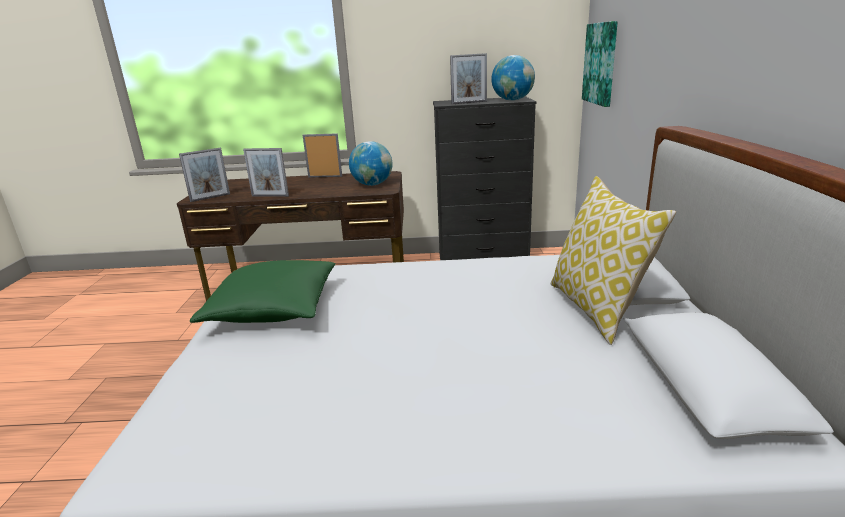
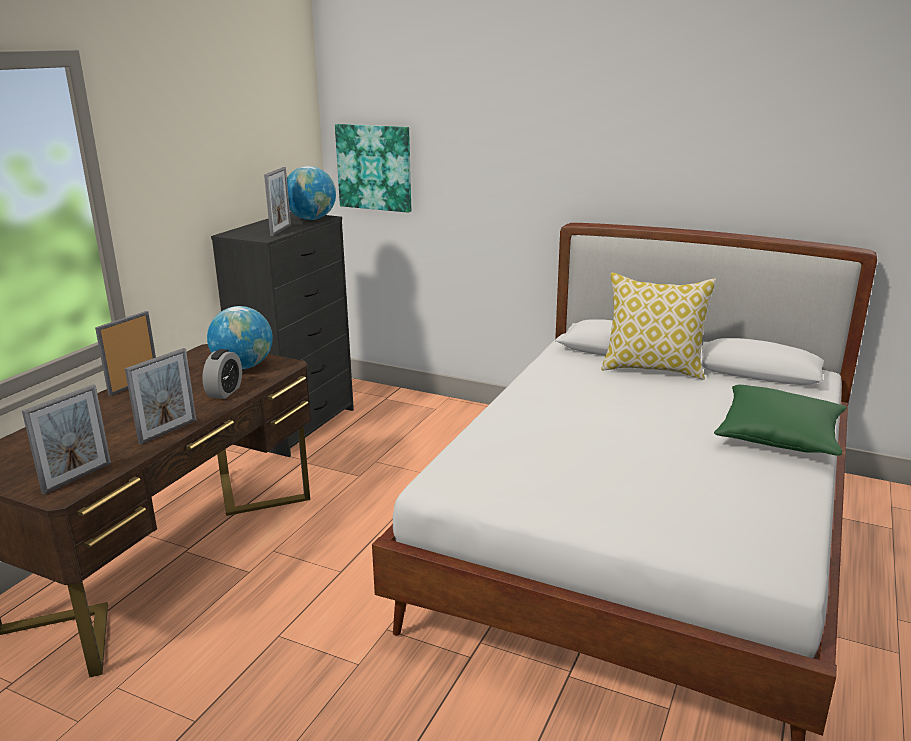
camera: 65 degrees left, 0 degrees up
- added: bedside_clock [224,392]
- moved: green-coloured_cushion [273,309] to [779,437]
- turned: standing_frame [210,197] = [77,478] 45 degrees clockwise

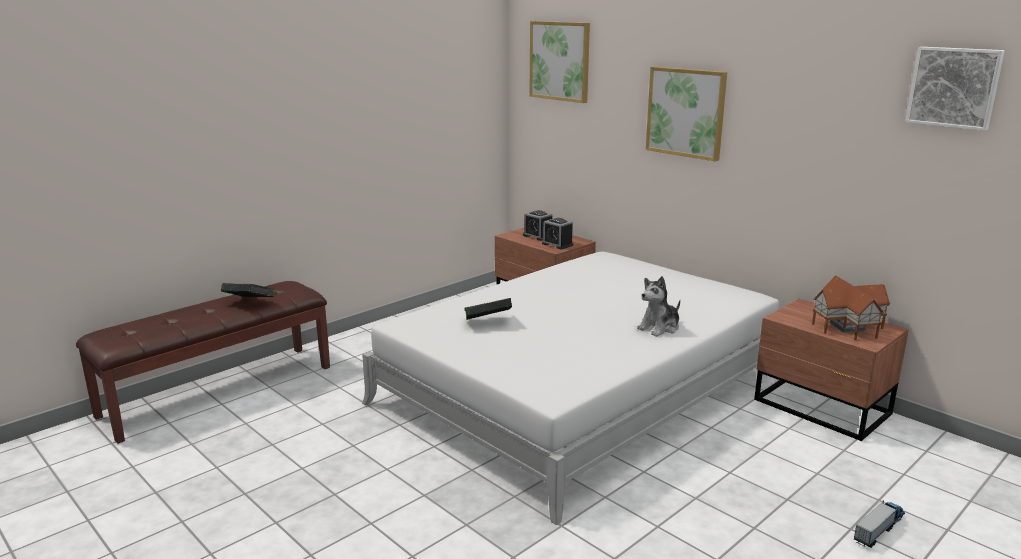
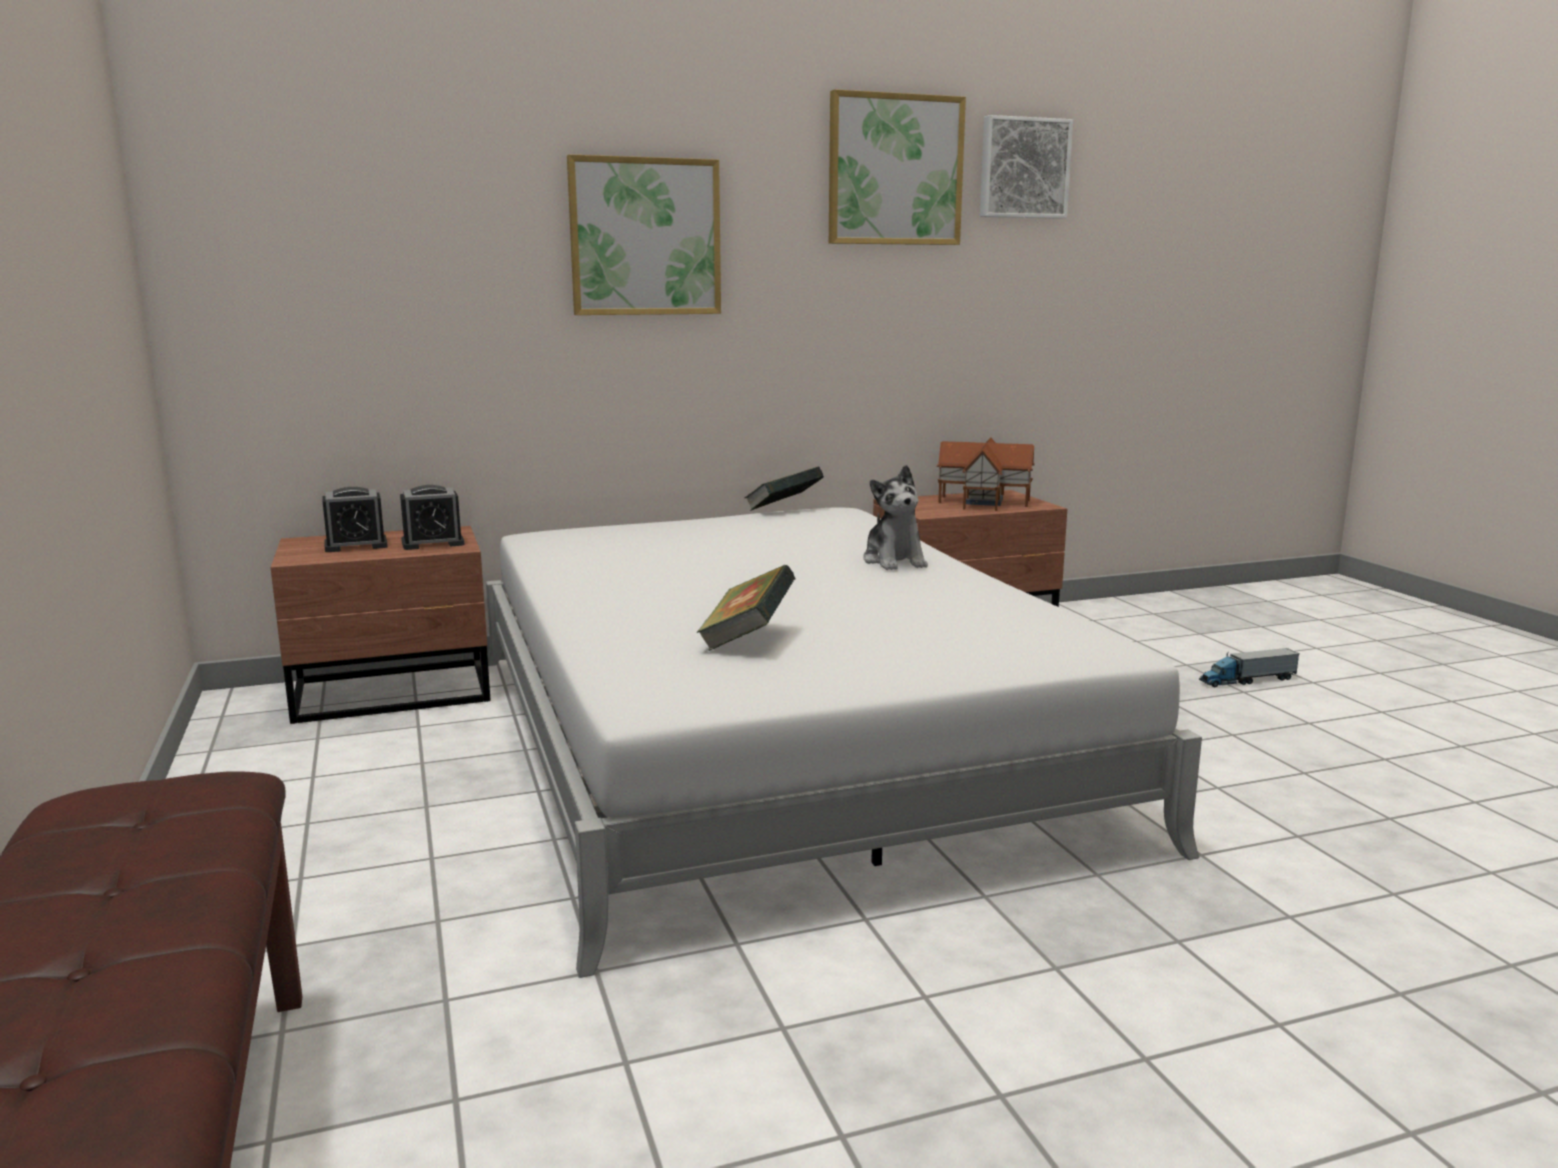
camera: 65 degrees left, 5 degrees down
- moved: bound_book [249,303] to [783,510]
- moved: wall_art [560,61] to [894,170]
- turned: model_truck [879,529] = [1247,680] 90 degrees counterclockwise

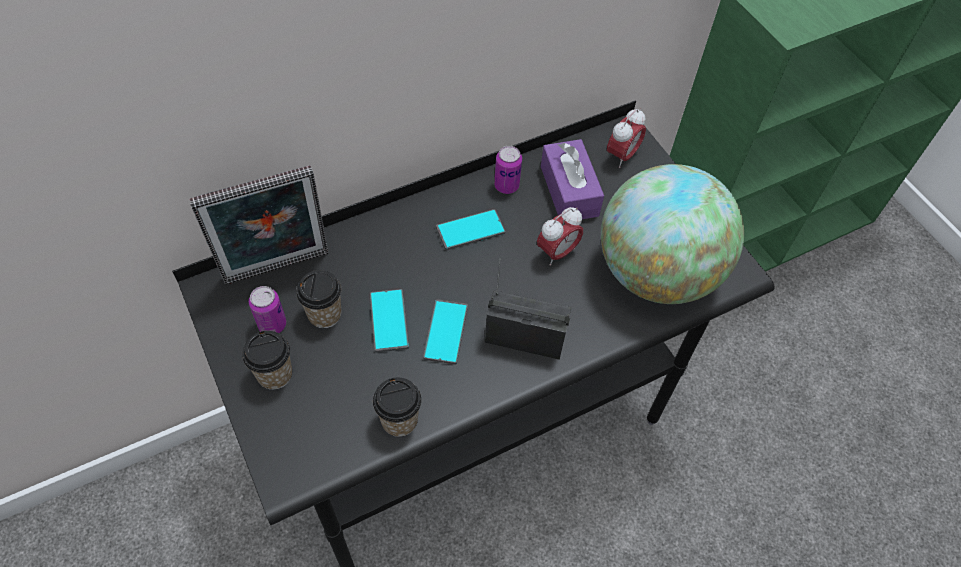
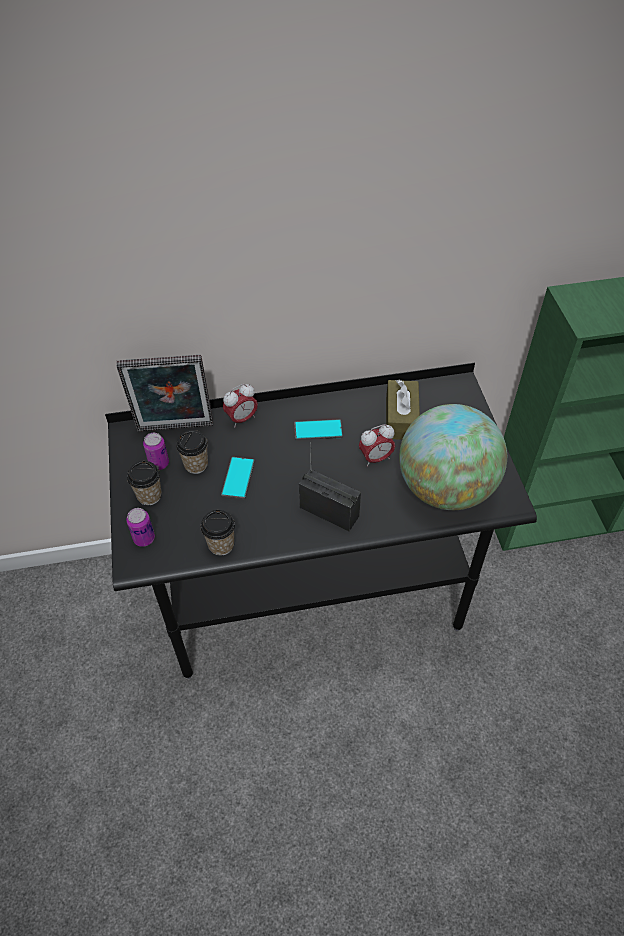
camera: 20 degrees right, 5 degrees down
- removed: telephone [445,332]
- moved: sealed_can [506,186] to [144,538]
- moved: bedside_clock [622,156] to [242,419]
- recoloured: purplish_tissue_holder [569,191] to brownish_tissue_holder [401,418]

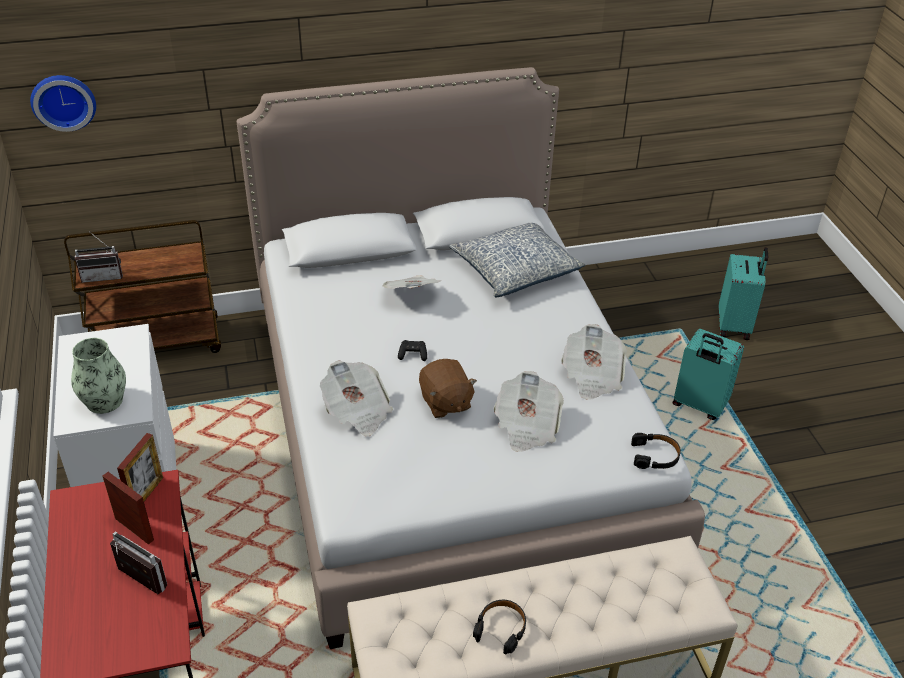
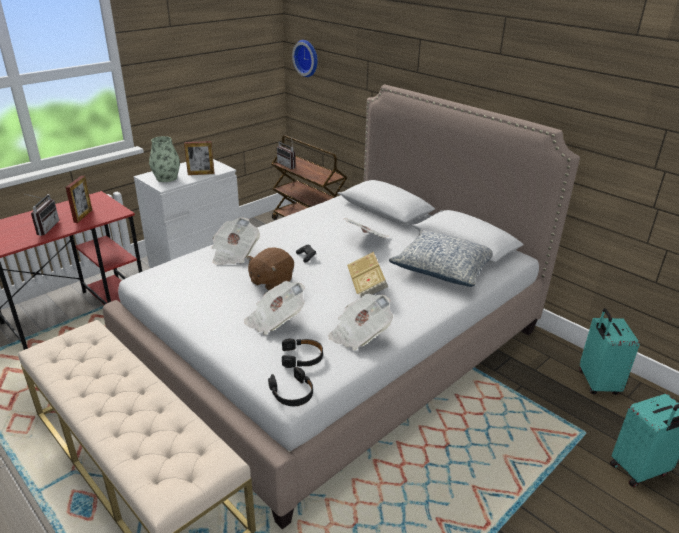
camera: 60 degrees right, 10 degrees down
- added: bound_book [366,286]
- moved: standing_frame [146,494] to [201,174]
- moved: blackish_headset [501,629] to [302,357]
- moved: turquoise-coloured_suitcase [699,405] to [596,383]

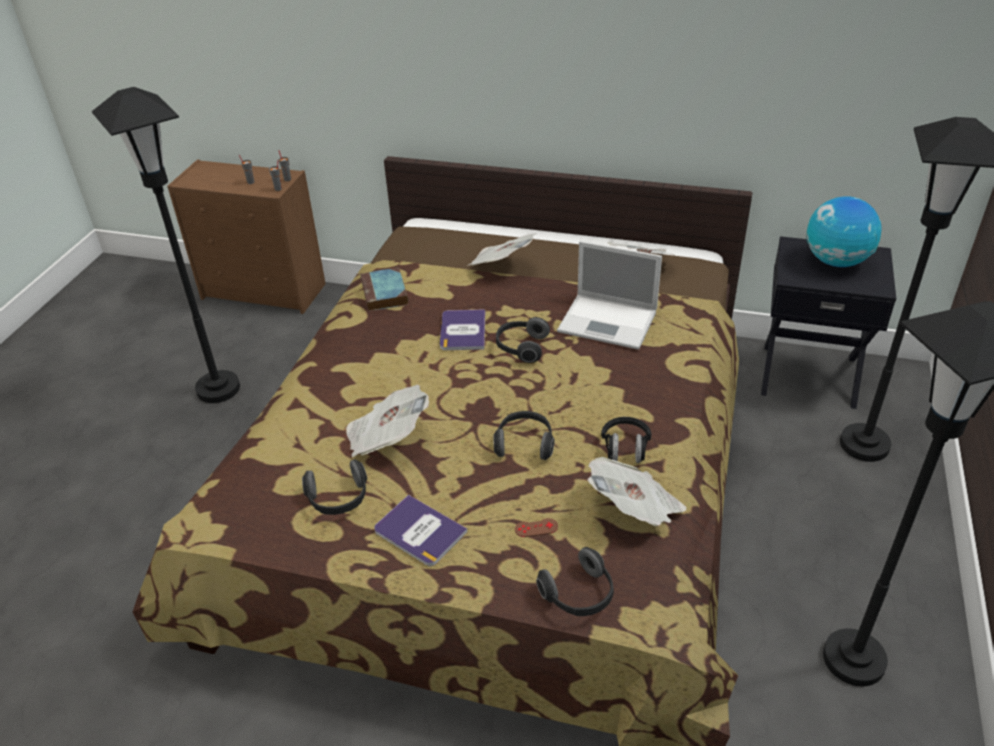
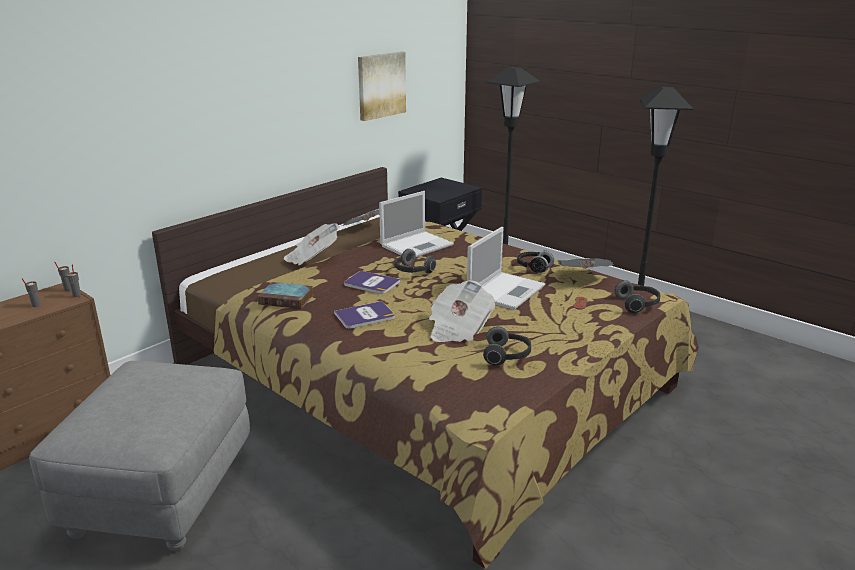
camera: 65 degrees left, 15 degrees down
- removed: world_globe [836,261]
- added: wall_art [381,85]
- moved: bound_book [419,531] to [365,316]
- replaced: blackish_floor_lamp [218,389] to grey_ottoman [161,492]
- replaced: headset [524,444] to notebook_computer [506,290]

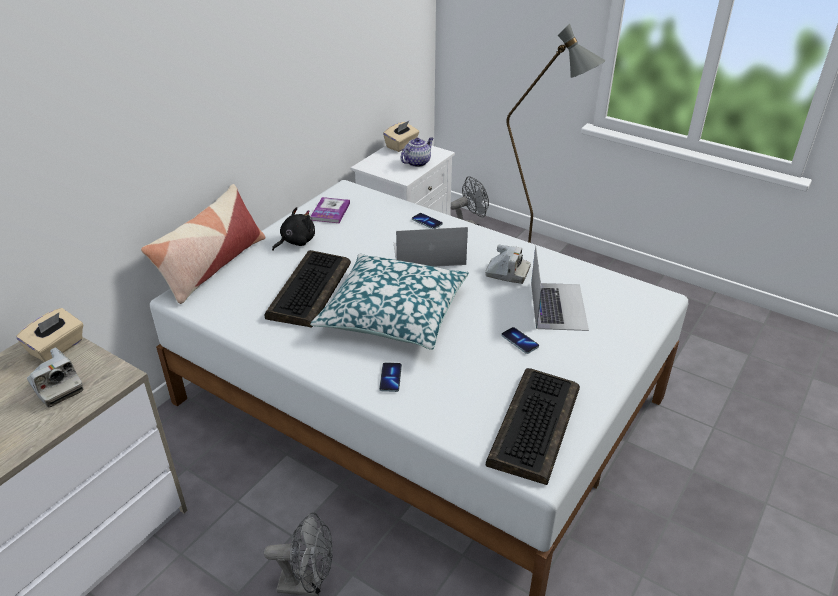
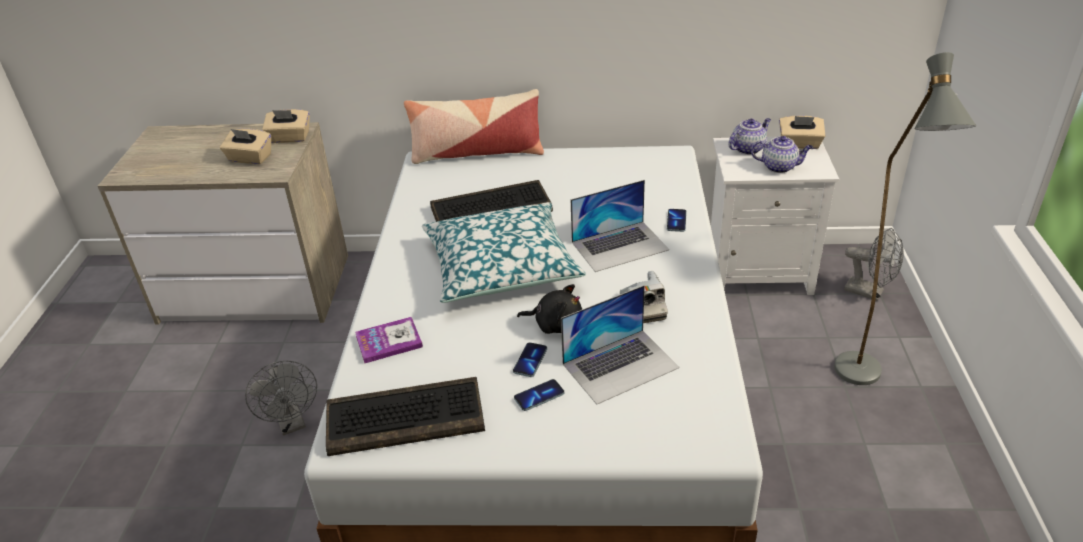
camera: 60 degrees right, 0 degrees up
- added: tea_pot [748,148]
- moved: blackish_soft_toy [296,242] to [555,324]
- moved: bound_book [330,211] to [389,341]
- moved: telephone [390,378] to [539,396]
- replaced: still_camera [56,387] to sand-coloured_tissue_holder [250,158]
- turned: notebook_computer [428,254] = [620,246] 105 degrees clockwise

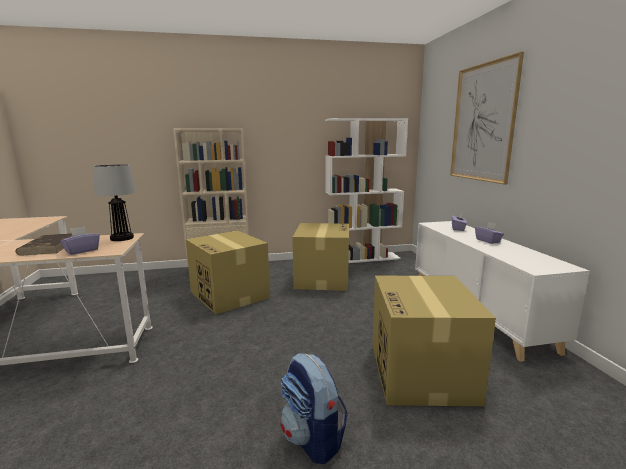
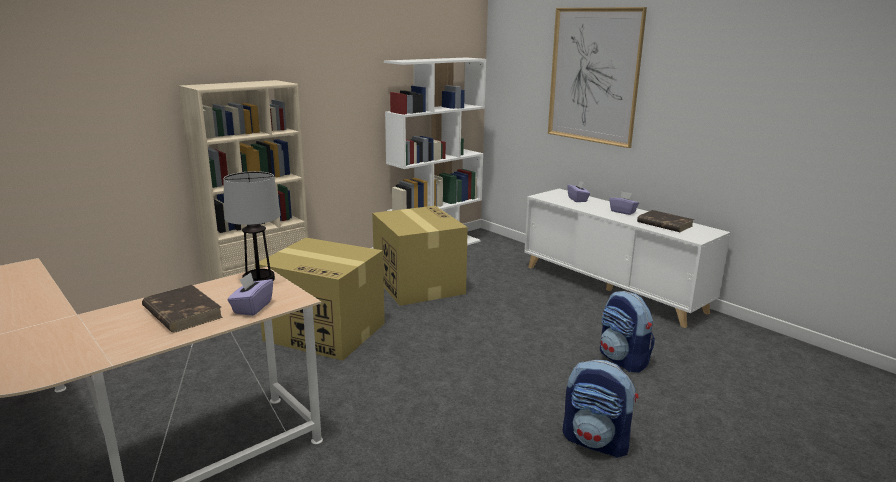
camera: 30 degrees left, 5 degrees up
- added: brownish_bound_book [664,224]
- replaced: carton [422,373] to rucksack [623,360]

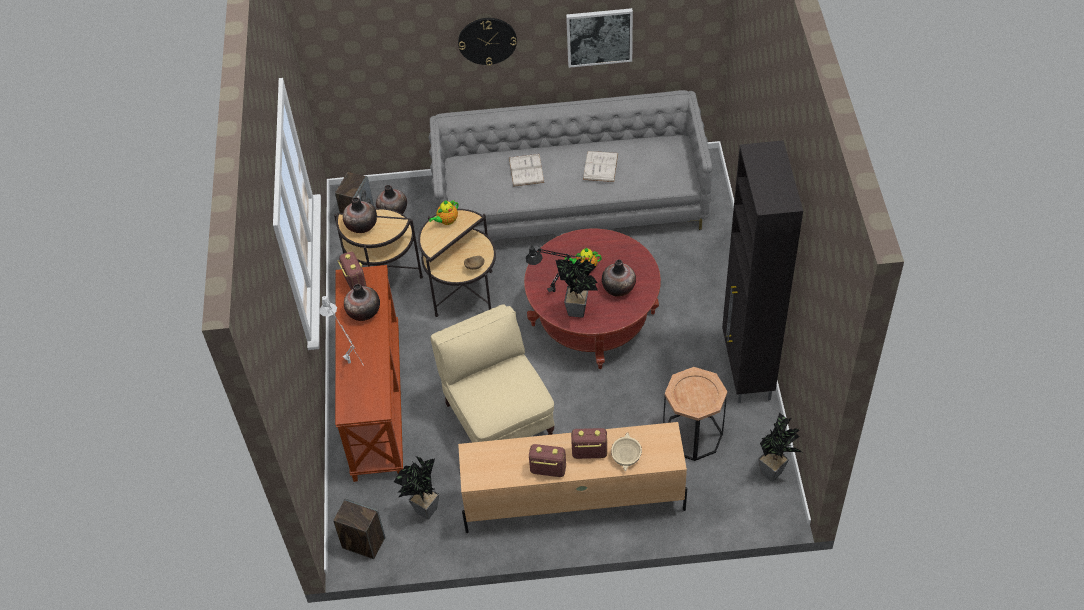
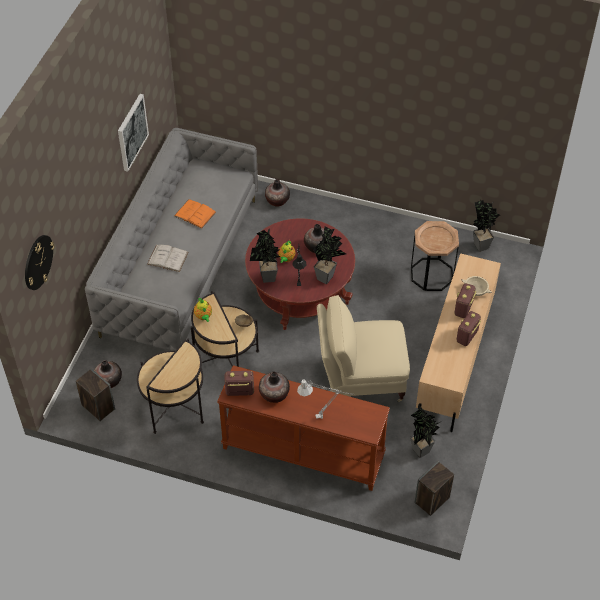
camera: 70 degrees left, 0 degrees up
- removed: blackish_cupboard [746,370]
- added: plant_in_a_pot [267,279]
- moved: vase [361,225] to [277,200]
- moved: hanging_clock [487,40] to [38,262]
- recoloured: whitish_bound_book [600,166] to orange_bound_book [195,214]

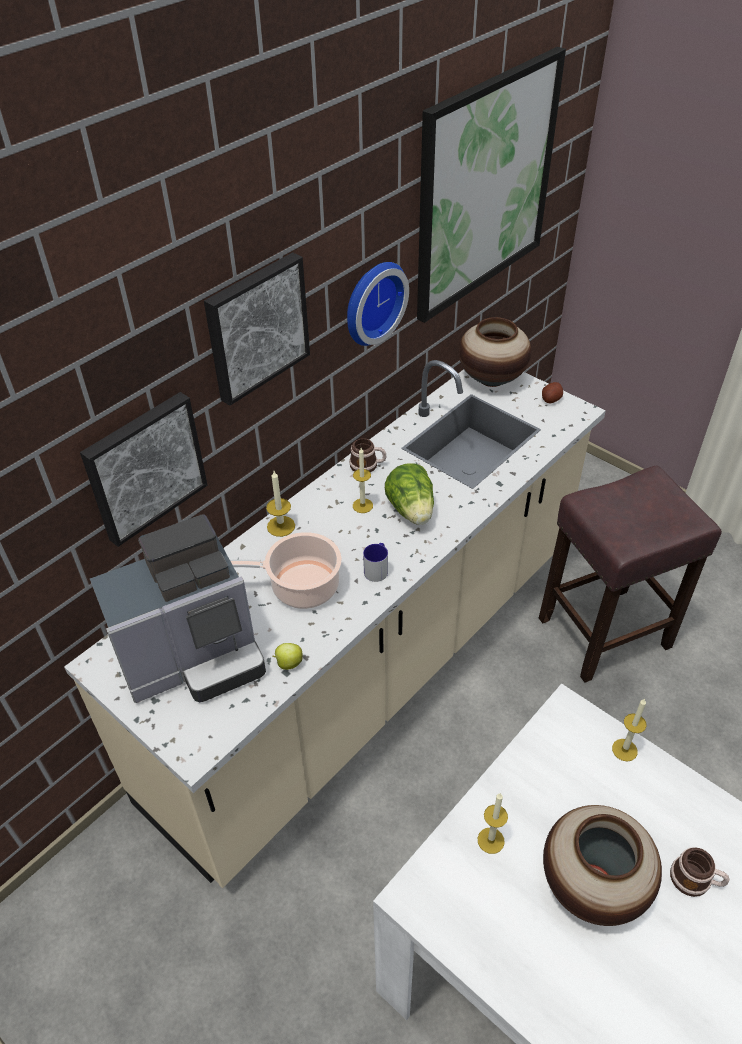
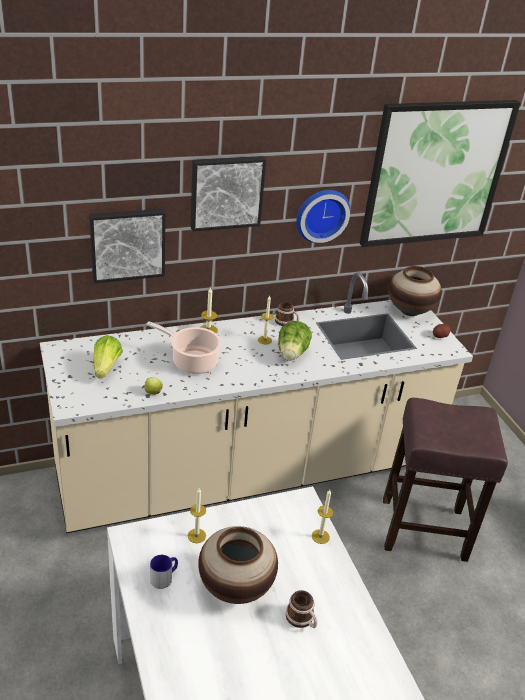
camera: 25 degrees right, 10 degrees down
- moved: coffee_mug [377,569] to [164,577]
- replaced: coffee_machine [195,658] to lettuce_head [106,368]

